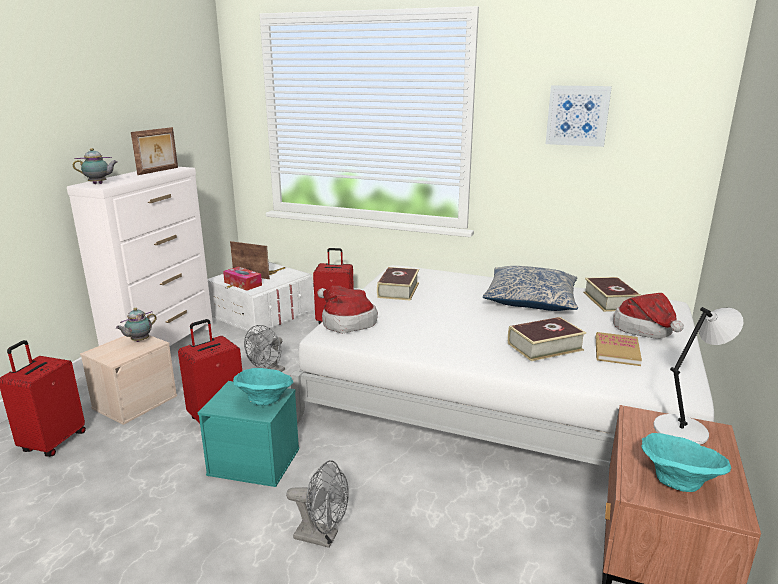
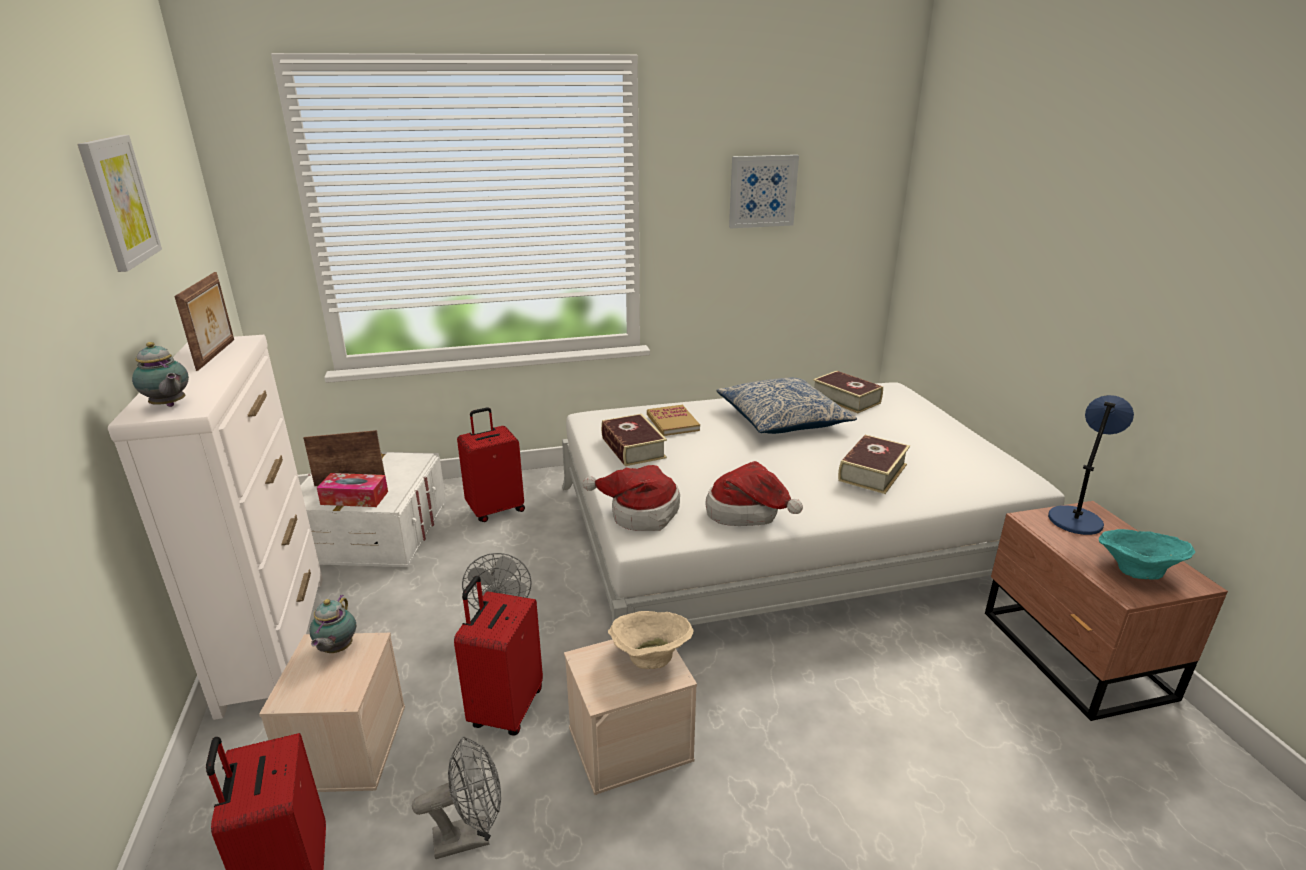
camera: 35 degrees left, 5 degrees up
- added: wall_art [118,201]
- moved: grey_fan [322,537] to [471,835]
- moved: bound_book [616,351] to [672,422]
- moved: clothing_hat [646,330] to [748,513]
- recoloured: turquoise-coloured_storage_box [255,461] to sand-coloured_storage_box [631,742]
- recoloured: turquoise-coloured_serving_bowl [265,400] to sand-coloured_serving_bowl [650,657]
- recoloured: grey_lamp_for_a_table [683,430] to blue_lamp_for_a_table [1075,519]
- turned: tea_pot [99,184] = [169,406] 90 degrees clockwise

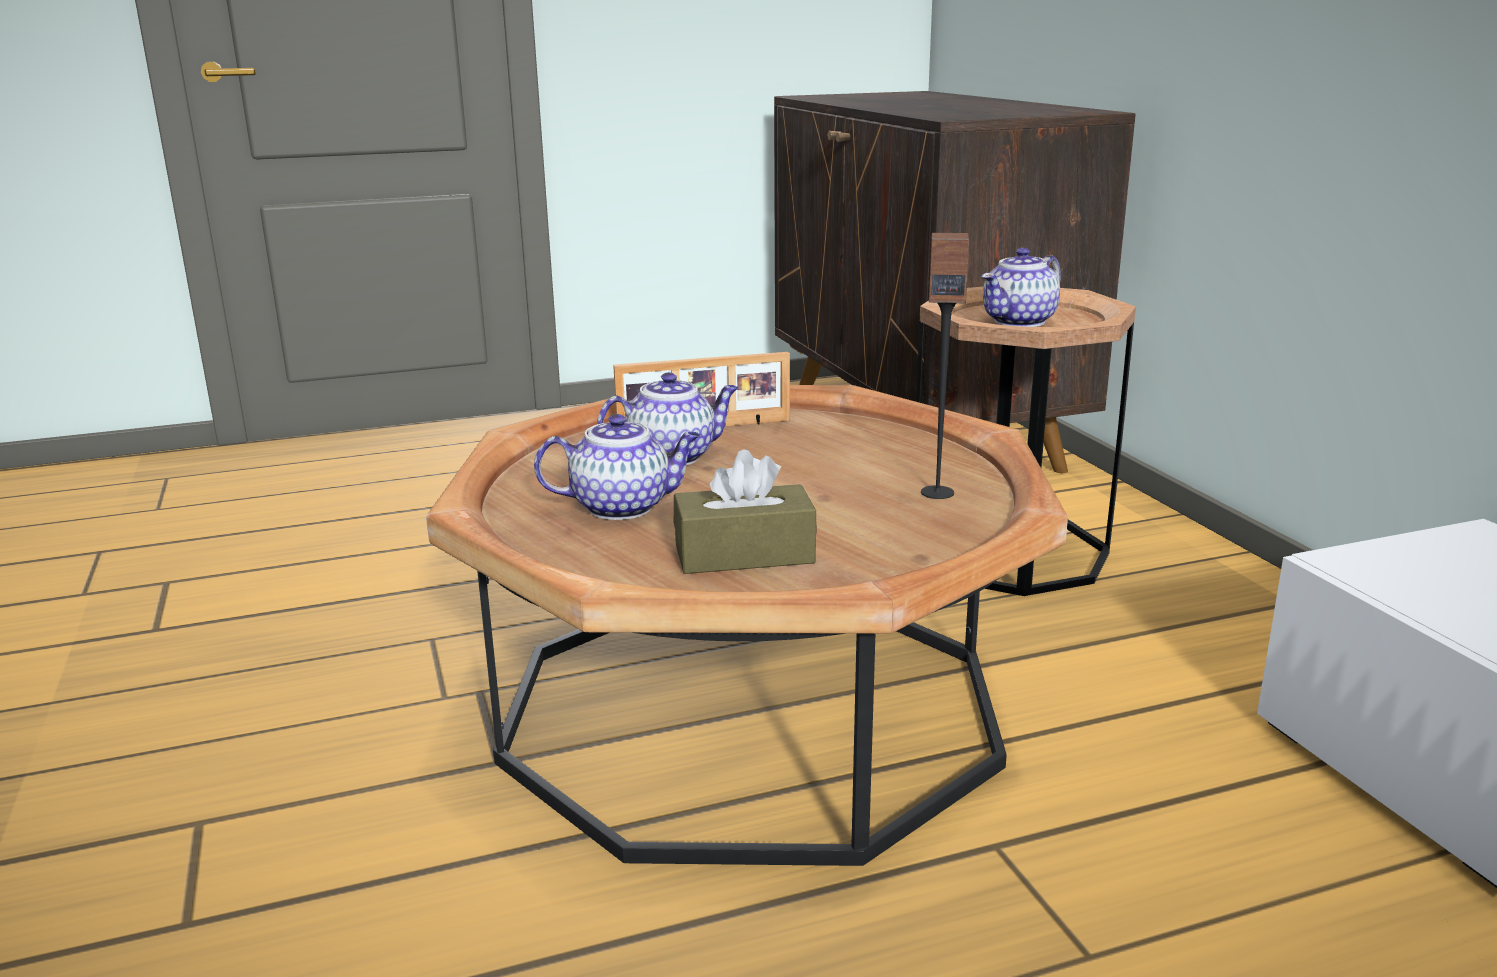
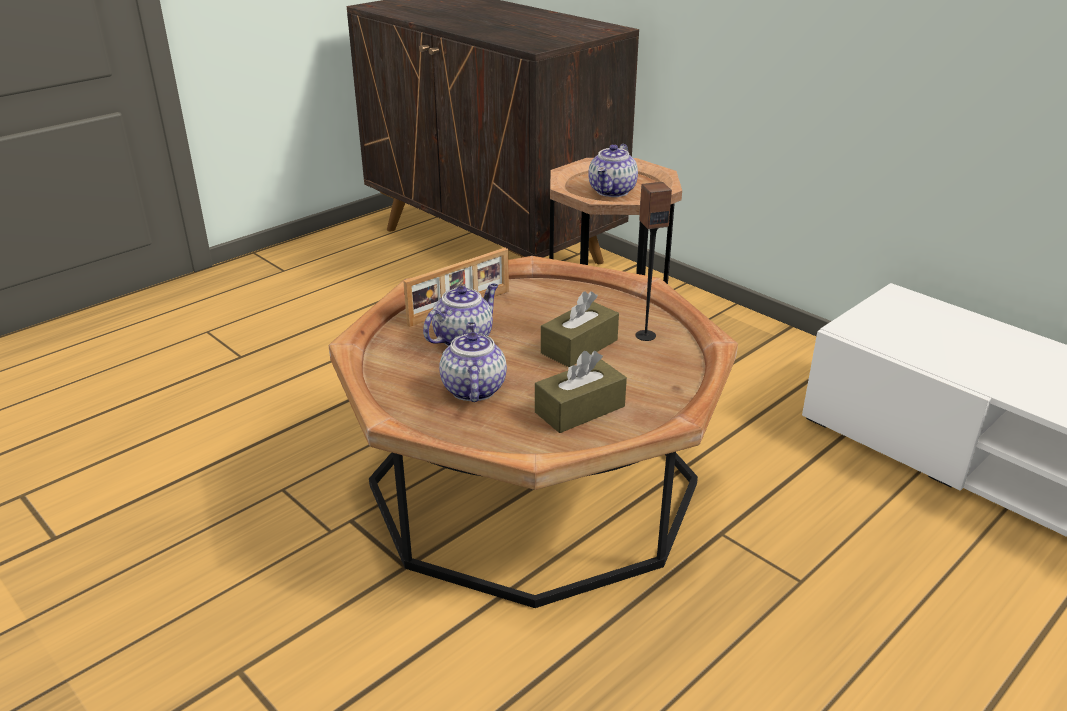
camera: 25 degrees left, 10 degrees up
- added: brownish_tissue_holder [579,347]
- turned: tea_pot [623,507] = [473,388] 60 degrees counterclockwise

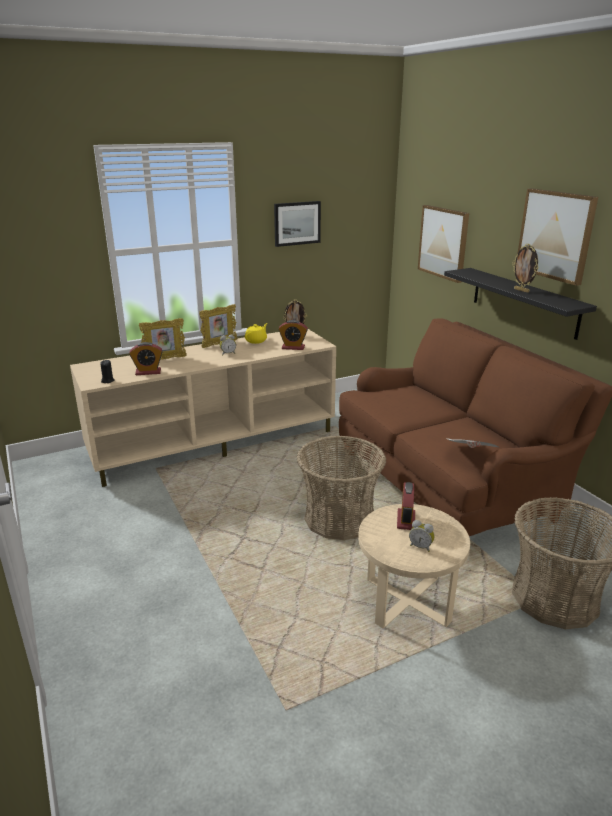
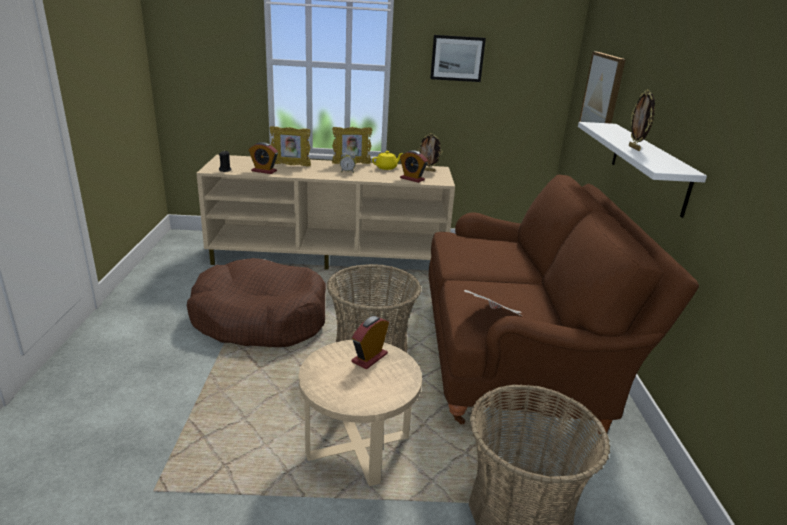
camera: 25 degrees right, 0 degrees up
- removed: bedside_clock [421,546]
- removed: wall_art [555,235]
- added: brownish_dog_bed [260,318]
- recoloured: blackish_shelf [524,302] to whitish_shelf [648,166]

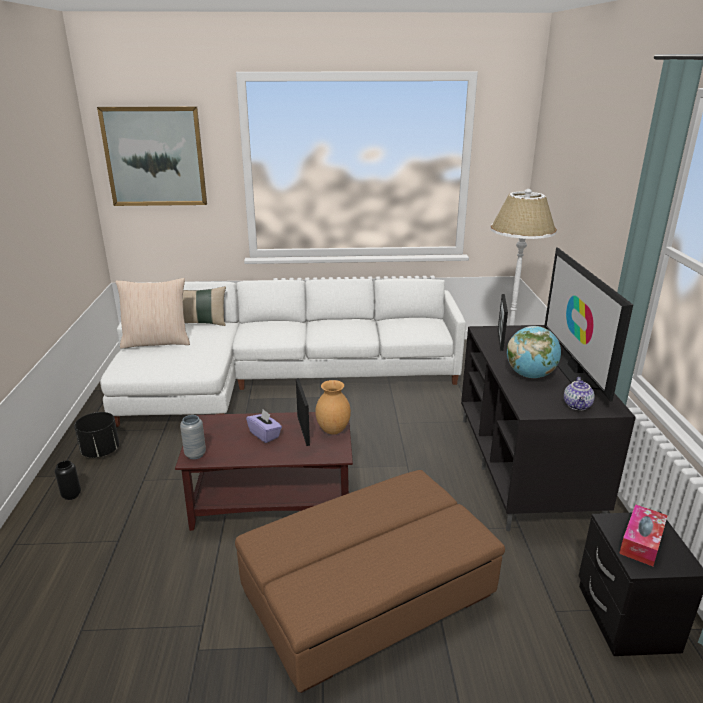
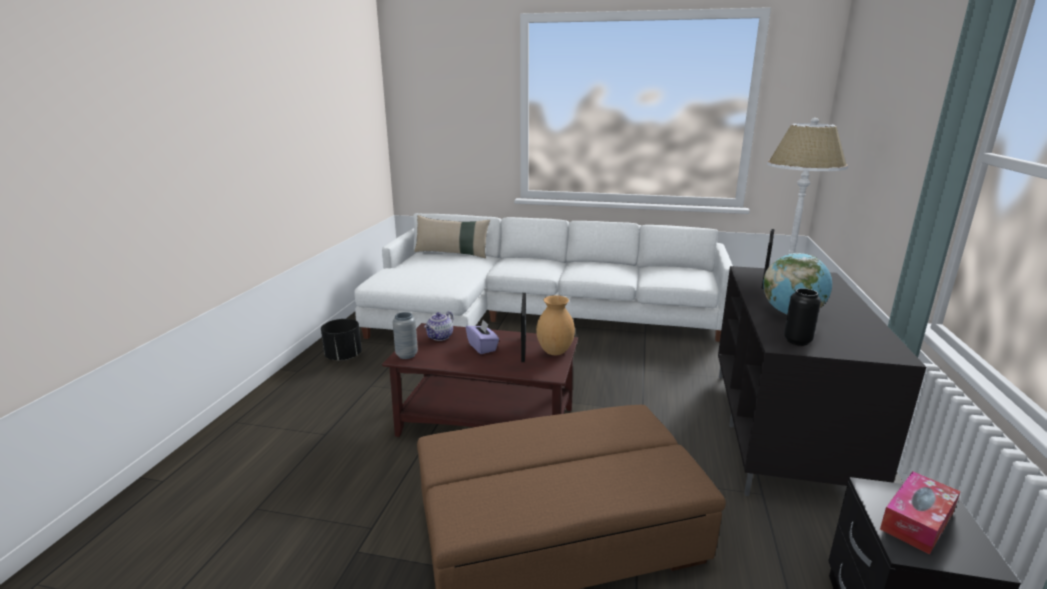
camera: 15 degrees right, 5 degrees down
- removed: wall_art [154,157]
- removed: sand-coloured_cushion [157,342]
- removed: television [574,369]
- moved: blackish_vase [71,495] to [797,341]
- moved: tea_pot [578,406] to [440,337]

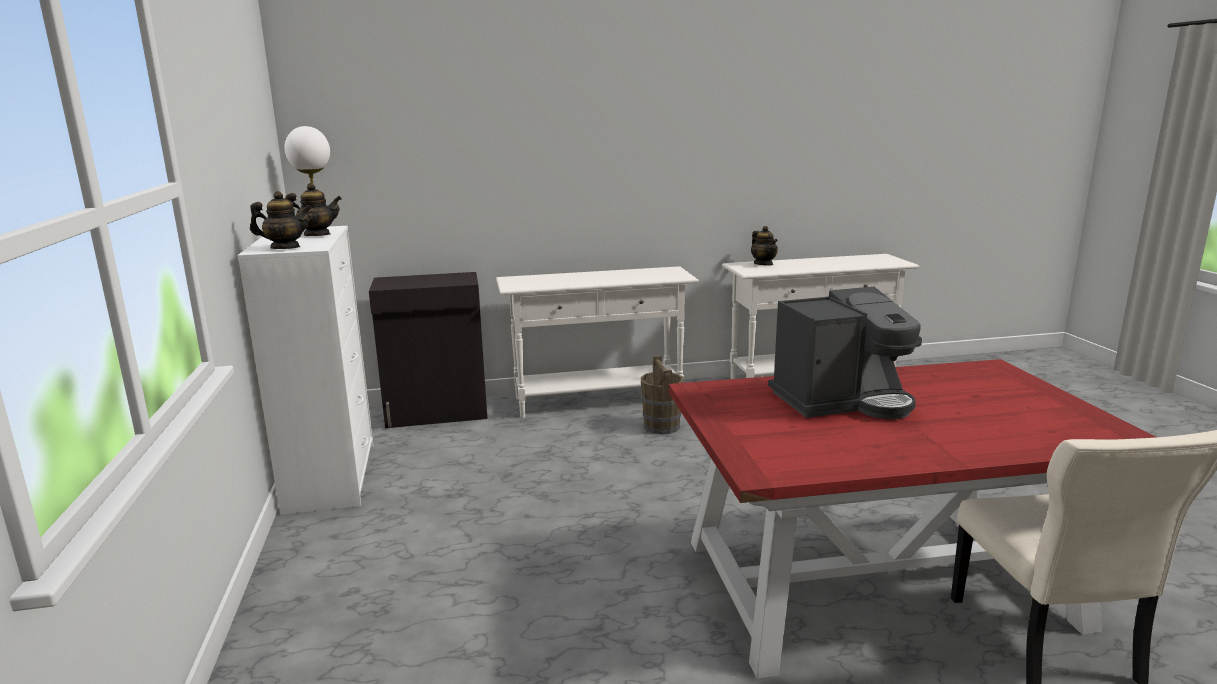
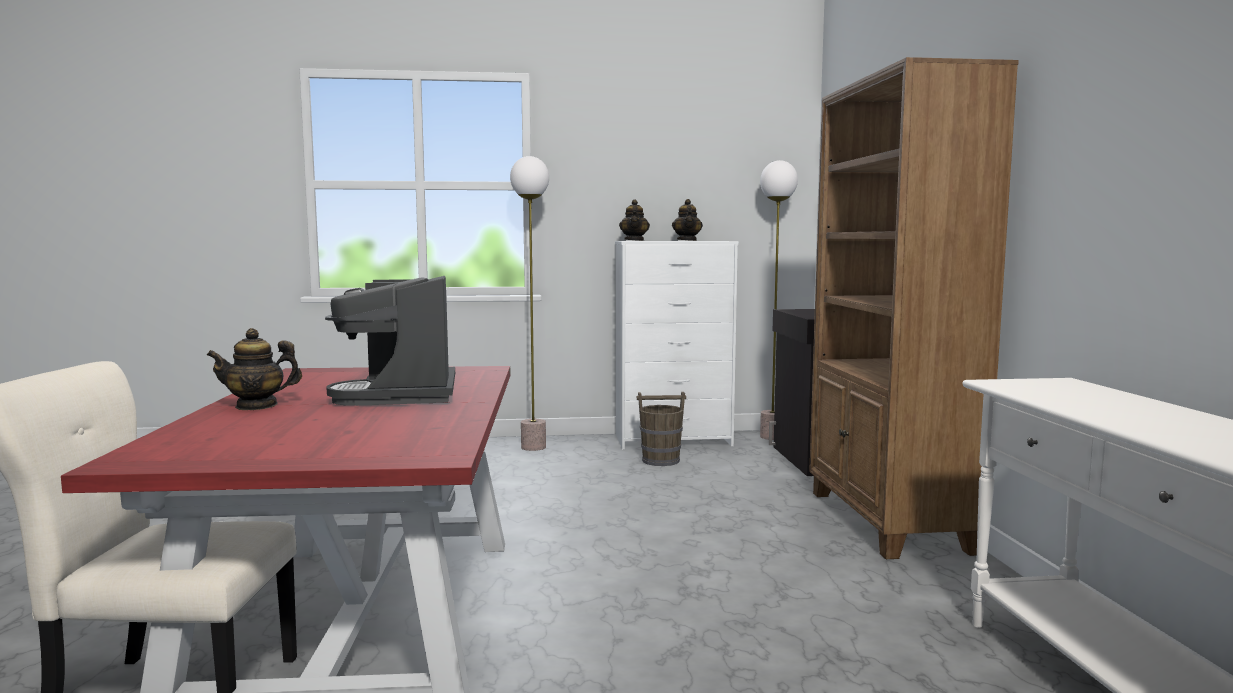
camera: 95 degrees right, 10 degrees down
- added: floor_lamp [534,447]
- moved: brownish_bucket [661,426] to [661,460]
- moved: tea_pot [763,264] to [257,406]
- replaced: whitish_console_table [599,401] to brownish_bookshelf [887,522]

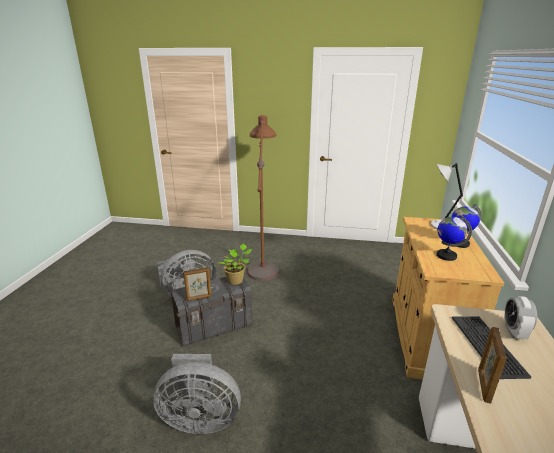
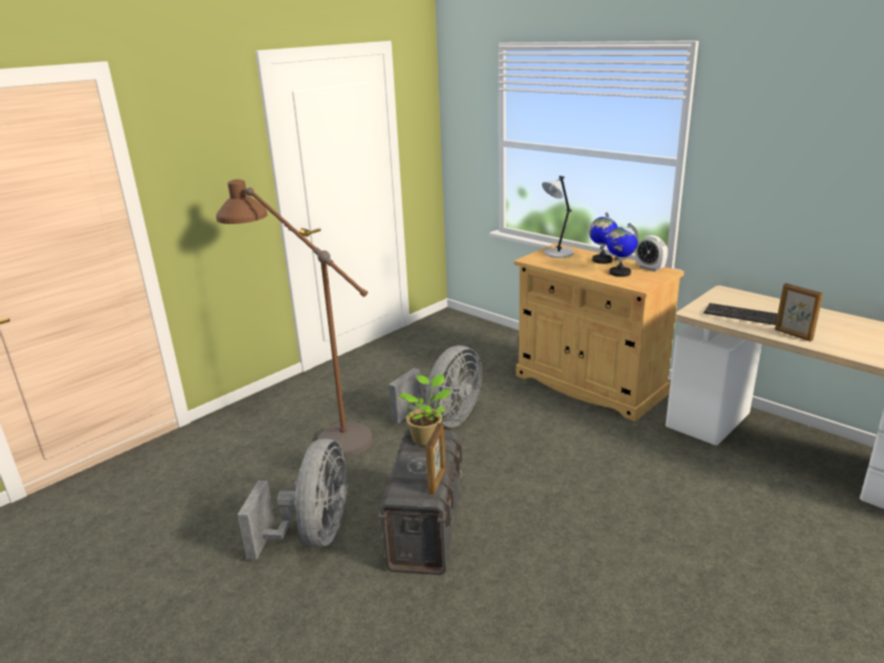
camera: 55 degrees left, 0 degrees up
- moved: grey_fan [200,418] to [445,420]
- moved: bedside_clock [514,331] to [649,268]

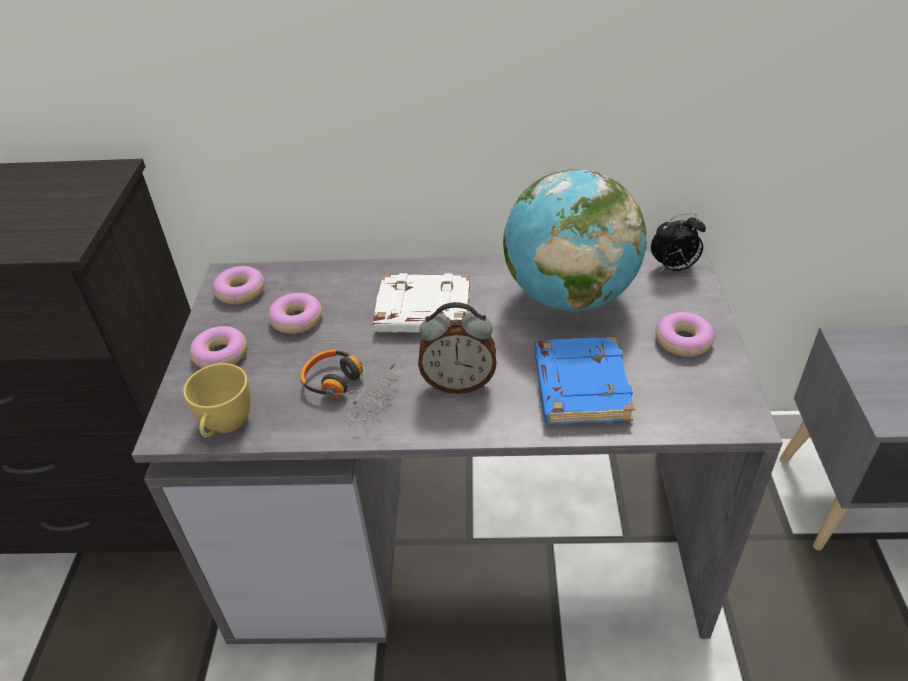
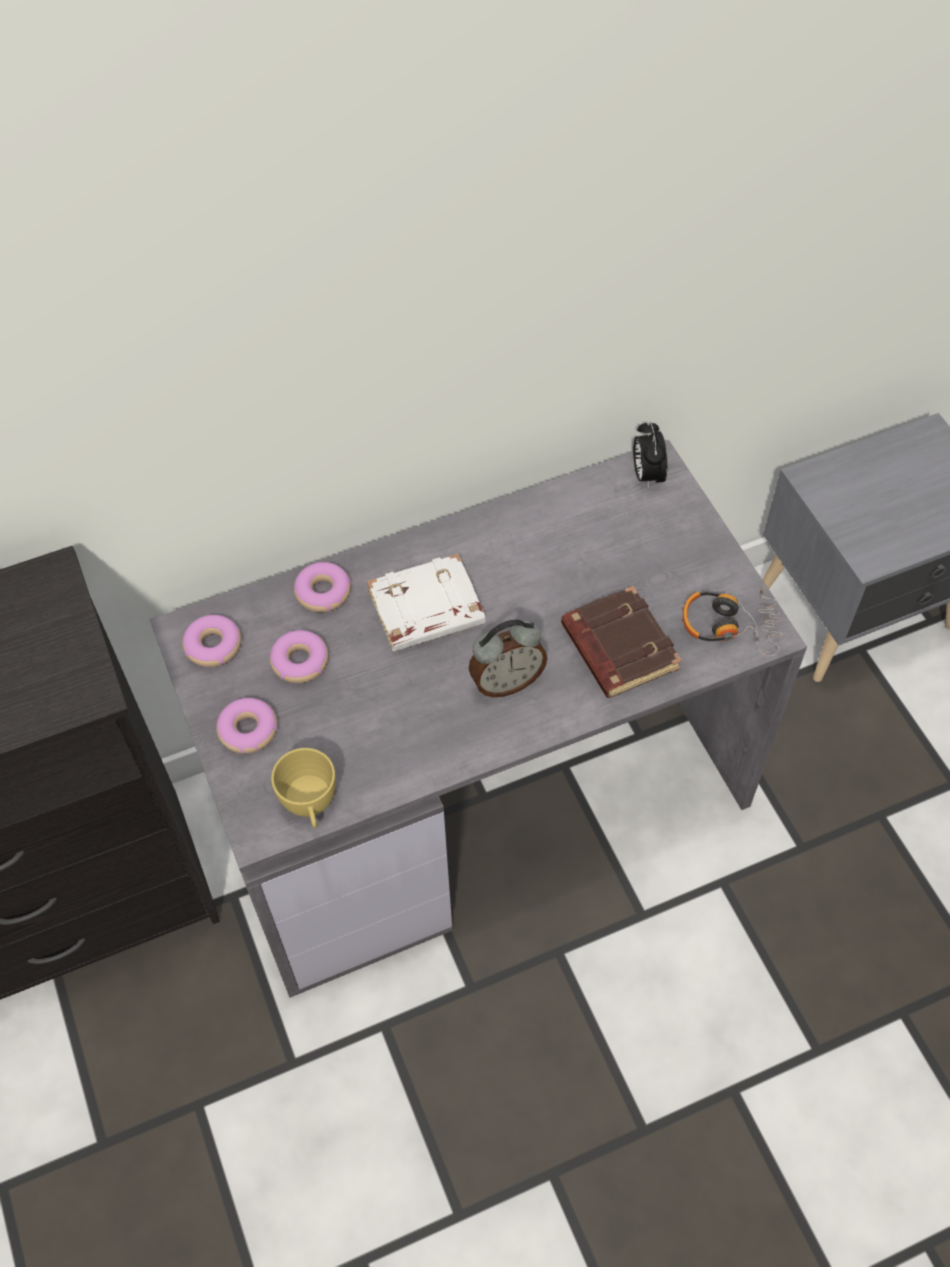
camera: 25 degrees left, 15 degrees up
- removed: world_globe [569,296]
- moved: headset [349,388] to [730,625]
- moved: donut [683,341] to [323,592]
- recoloured: blue_bound_book [579,386] to brownish_bound_book [617,647]
- turned: bedside_clock [673,268] = [647,475] 120 degrees clockwise

